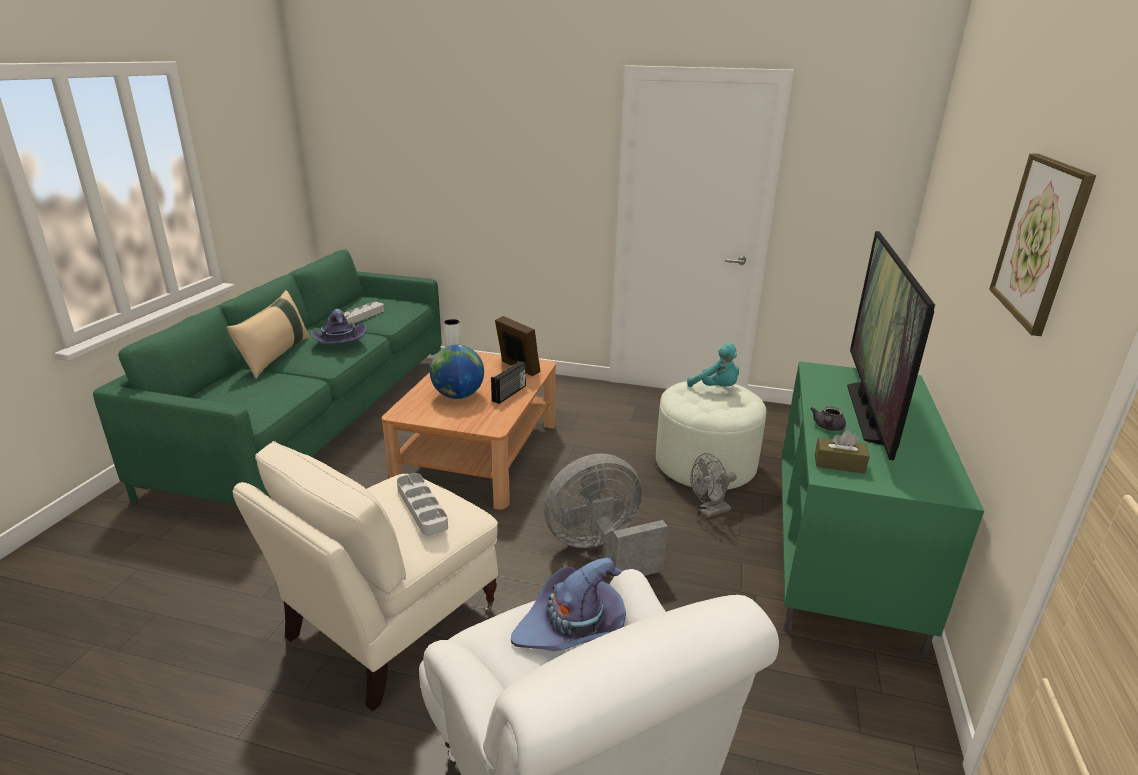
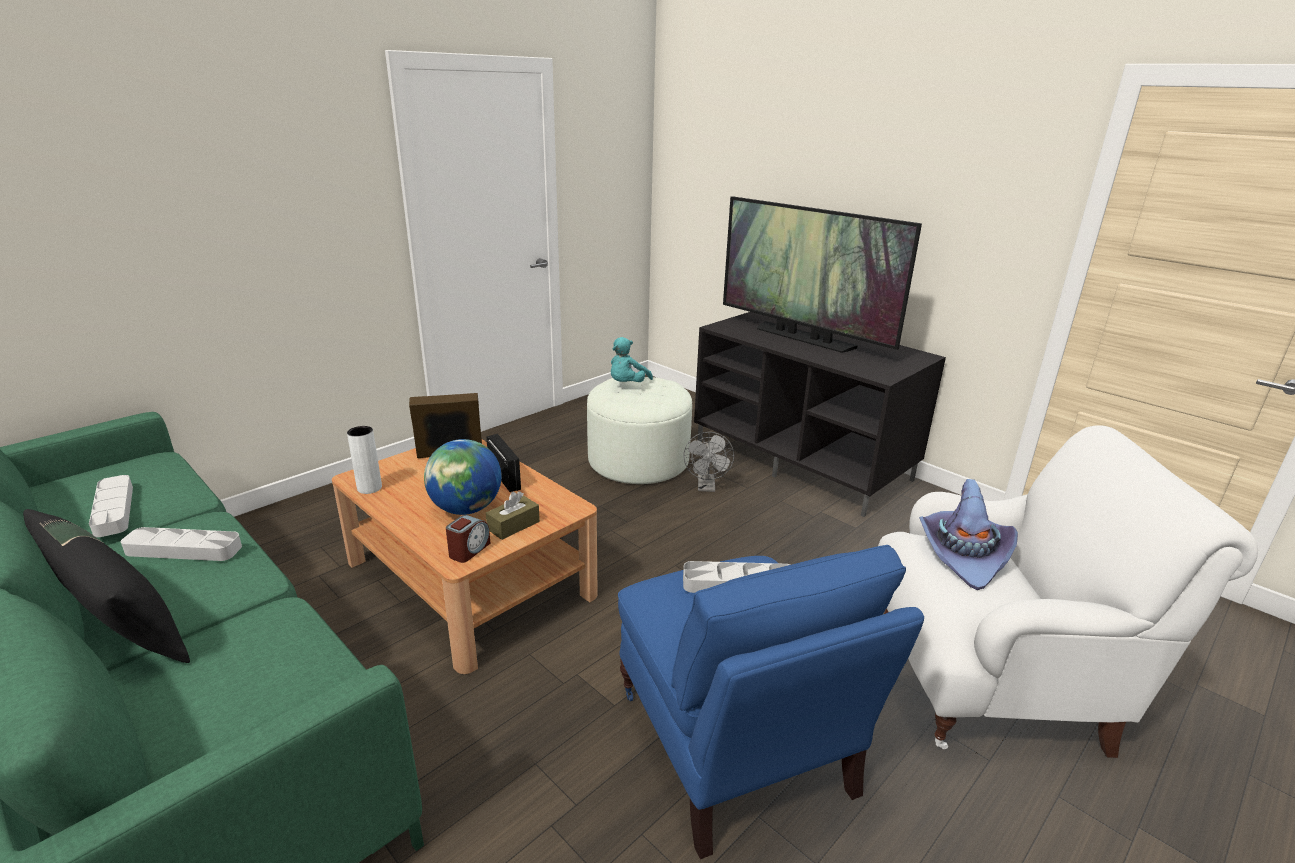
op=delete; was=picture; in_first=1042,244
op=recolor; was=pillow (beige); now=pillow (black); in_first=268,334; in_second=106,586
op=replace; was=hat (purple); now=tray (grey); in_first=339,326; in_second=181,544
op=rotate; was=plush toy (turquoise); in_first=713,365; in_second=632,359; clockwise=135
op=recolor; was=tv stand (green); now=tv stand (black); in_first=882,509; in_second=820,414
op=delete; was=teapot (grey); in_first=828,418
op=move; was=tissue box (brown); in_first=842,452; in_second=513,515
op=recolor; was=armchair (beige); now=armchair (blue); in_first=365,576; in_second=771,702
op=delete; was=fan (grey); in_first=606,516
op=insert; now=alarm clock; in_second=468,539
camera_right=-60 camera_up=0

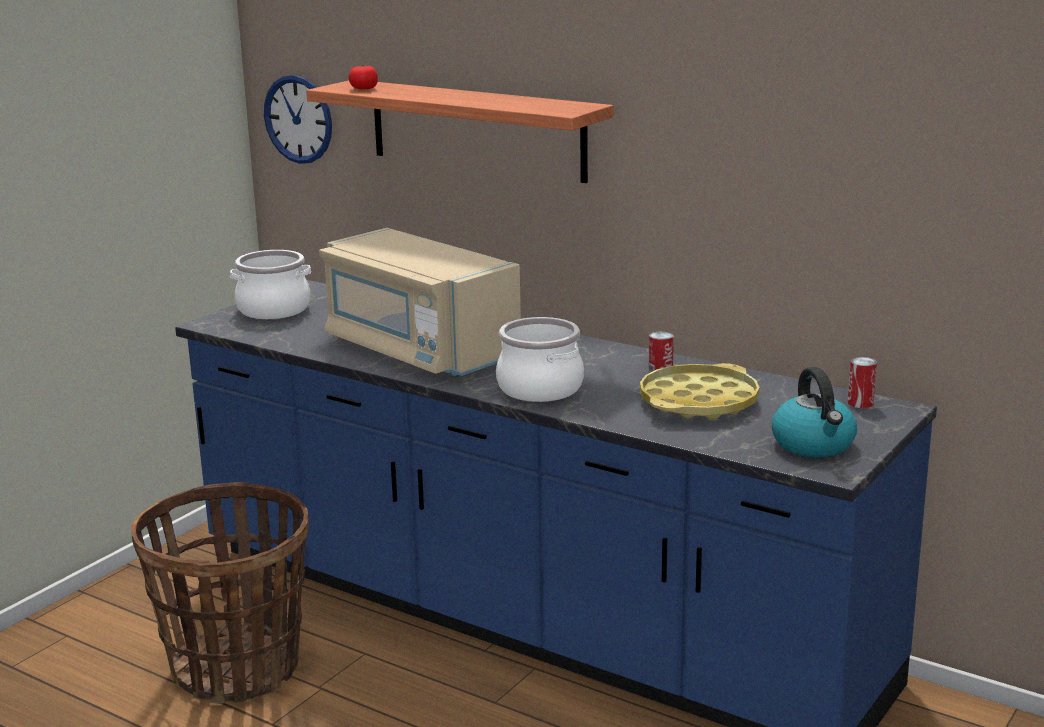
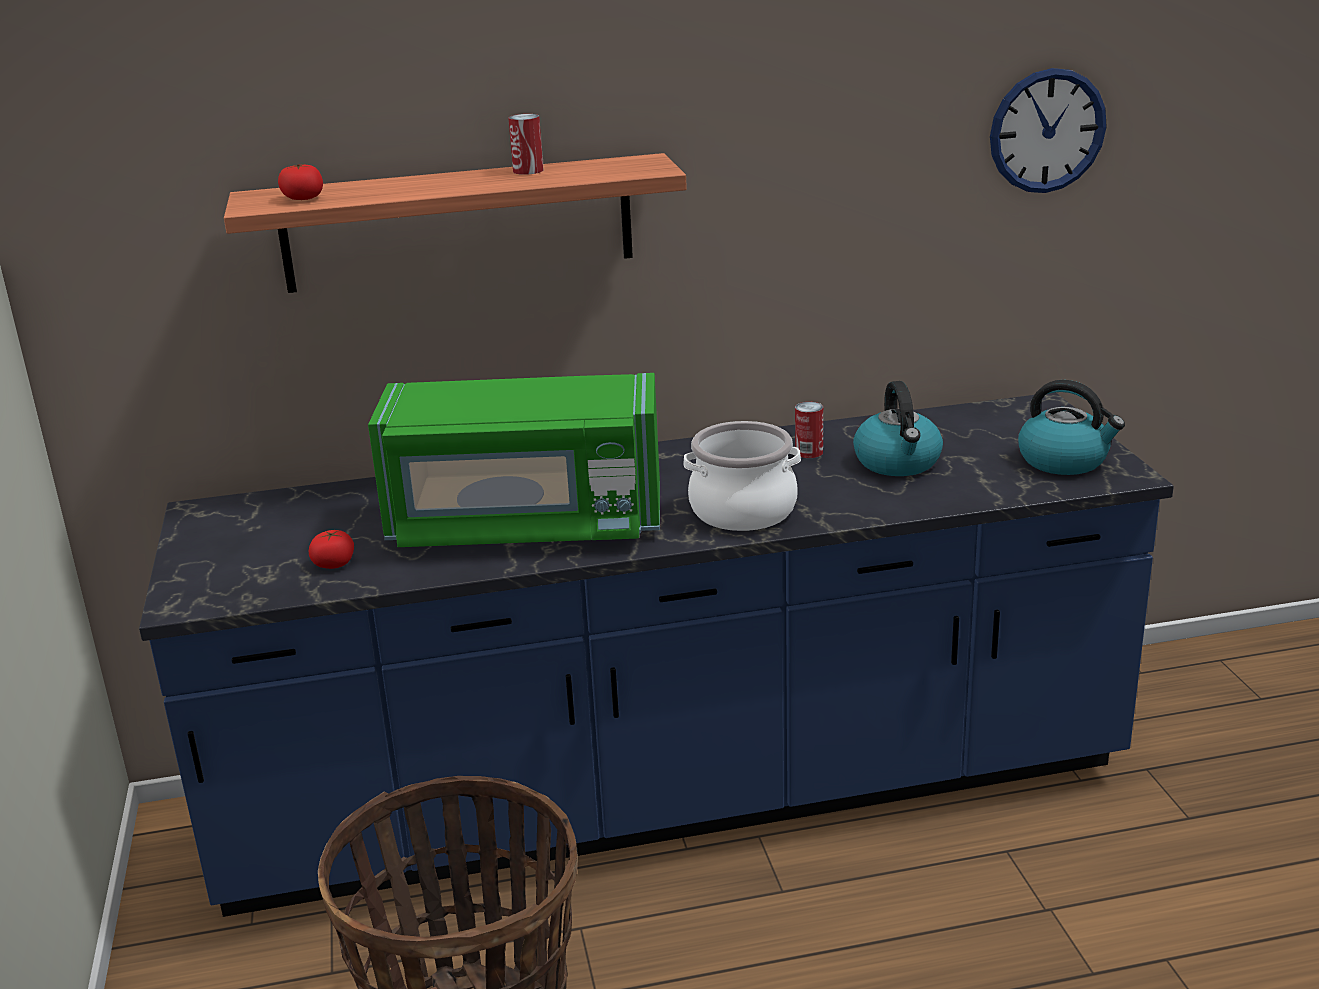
op=move; was=wall clock; in_first=298,119; in_second=1048,130
op=recolor; was=microwave (beige); now=microwave (green); in_first=420,302; in_second=514,460
op=delete; was=cooking pot; in_first=270,284
op=move; was=can; in_first=862,382; in_second=526,144
op=replace; was=tray (yellow); now=kettle; in_first=700,391; in_second=898,428
op=insert; now=tomato; in_second=331,549
camera_right=-45 camera_up=5

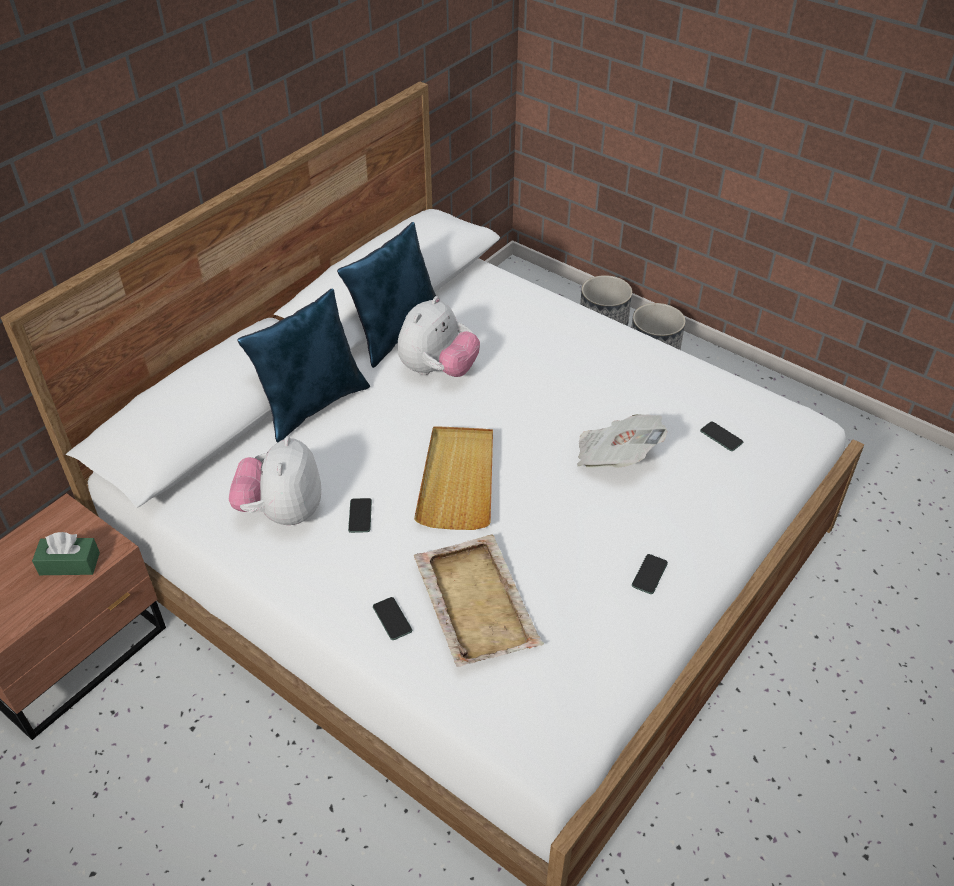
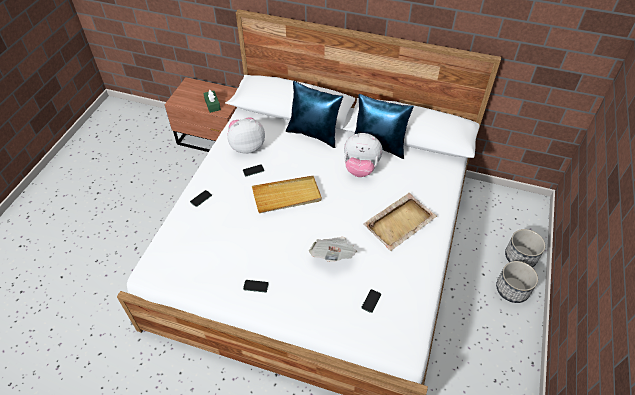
op=move; was=tray (beige); in_first=478,601; in_second=400,222
camera_right=70 camera_up=5

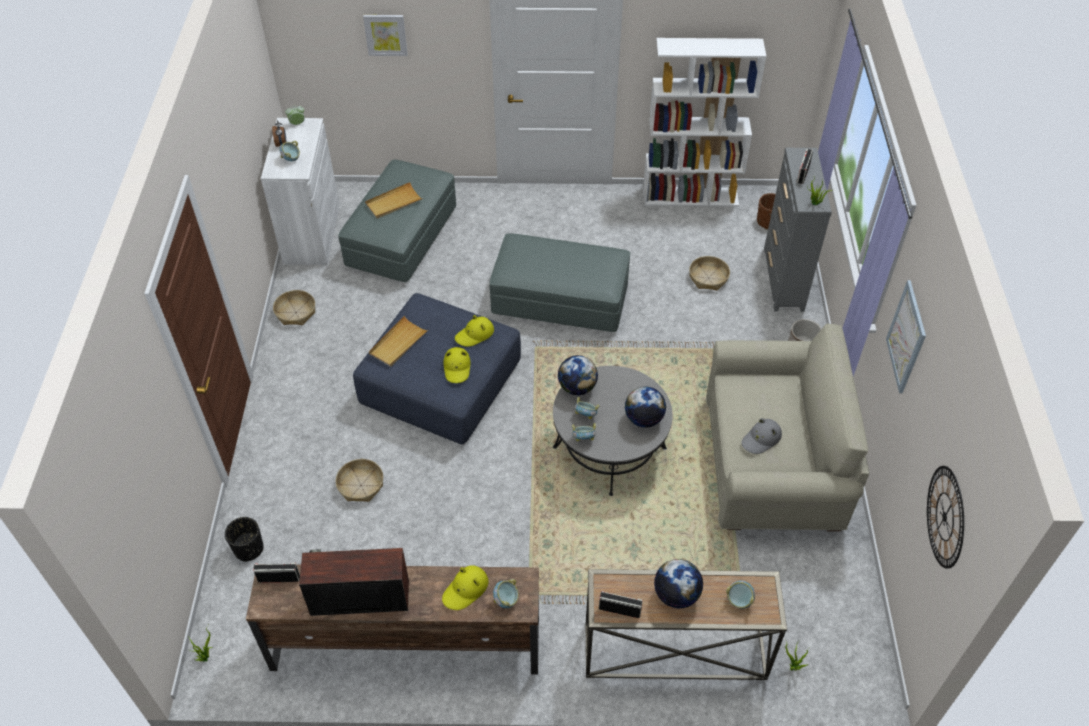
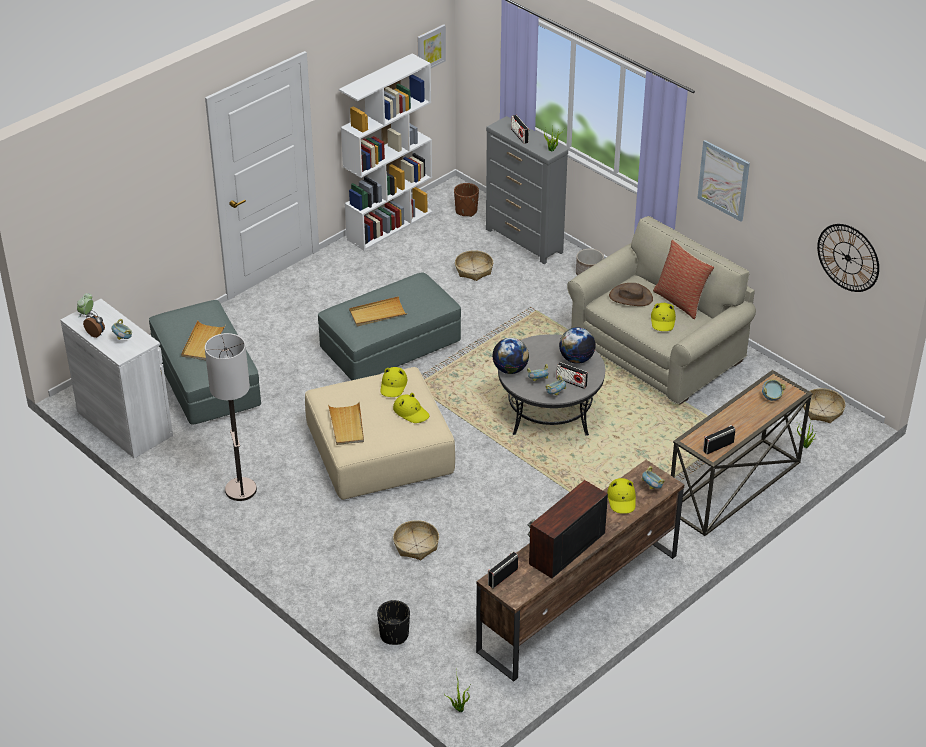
op=move; was=picture; in_first=385,35; in_second=432,46
op=move; was=basket; in_first=294,307; in_second=824,405
op=recolor; was=ottoman (blue); now=ottoman (beige); in_first=437,369; in_second=380,433
op=recolor; was=hat (grey); now=hat (yellow); in_first=761,436; in_second=663,317
op=delete; was=globe; in_first=678,583
op=insert; now=pillow; in_second=683,279
op=insert; now=hat (brown); in_second=631,294
op=insert; now=tray (beige); in_second=378,311
op=insert; now=floor lamp; in_second=231,417
op=insert; now=radio; in_second=572,375
camera_right=-45 camera_up=-10

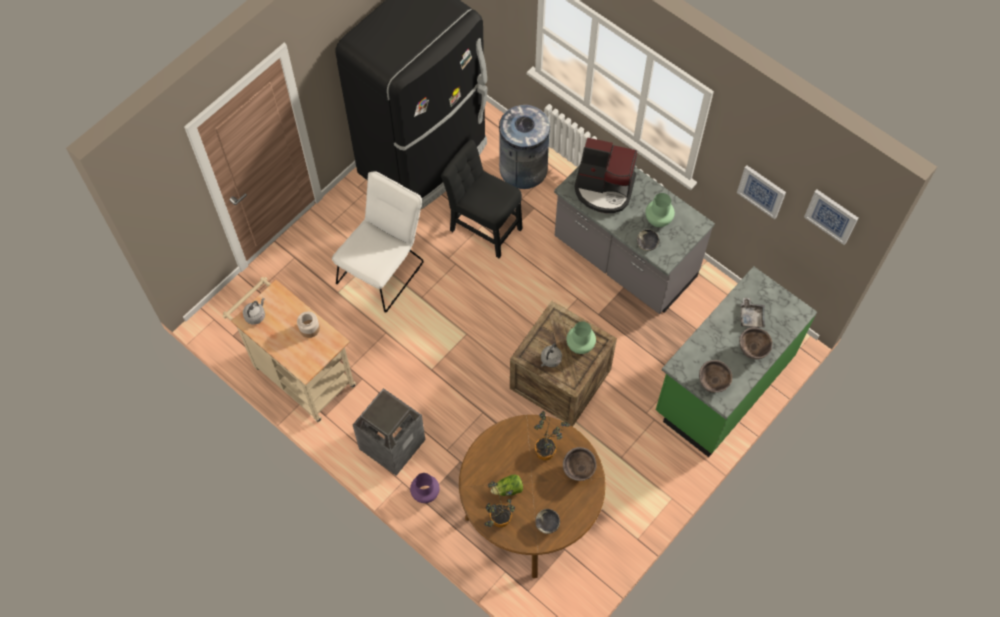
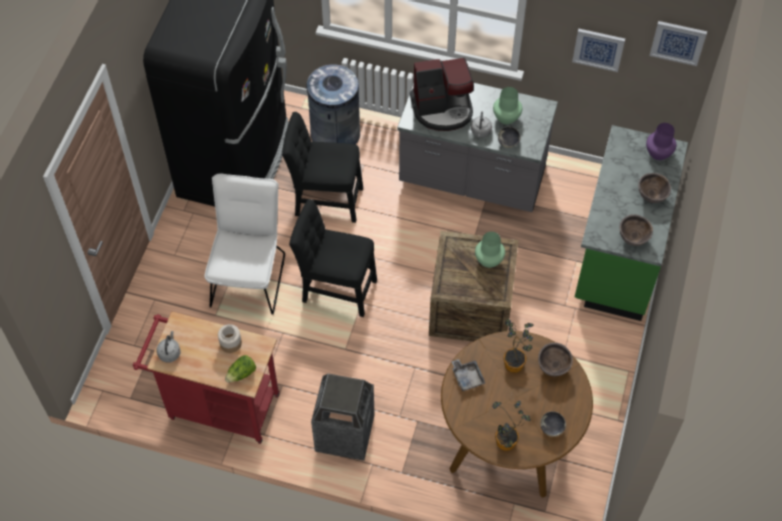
op=recolor; was=cart (beige); now=cart (red); in_first=289,349; in_second=206,378
op=move; was=tray (grey); in_first=752,313; in_second=468,375
op=move; was=kettle (grey); in_first=551,355; in_second=481,124
op=move; was=vase (purple); in_first=425,488; in_second=661,141
op=move; was=lettuce; in_first=507,485; in_second=240,368
op=insert; now=chair (black); in_second=333,258
camera_right=-25 camera_up=-5

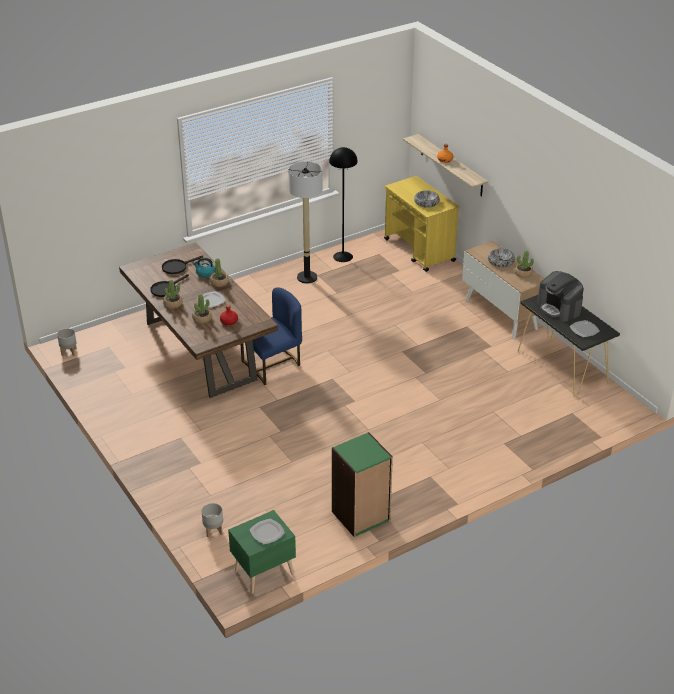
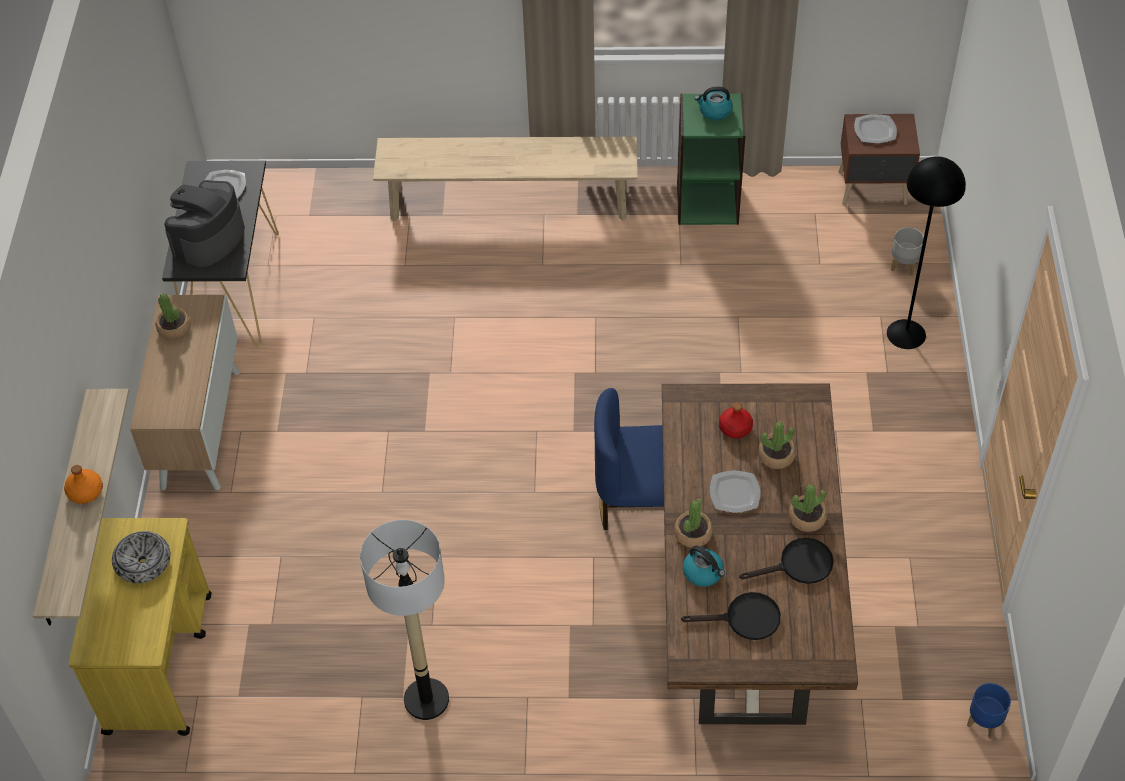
op=move; was=floor lamp (black); in_first=343,204; in_second=926,252
op=delete; was=bowl; in_first=501,258
op=rotate; was=coffee machine; in_first=560,296; in_second=205,223; clockwise=-150
op=recolor; was=planter (grey); now=planter (blue); in_first=67,342; in_second=989,711
op=recolor; was=nightstand (green); now=nightstand (brown); in_first=262,552; in_second=879,159
op=insert; now=kettle; in_second=714,103
op=insert; now=bench (beige); in_second=505,179
camera_right=-145 camera_up=15

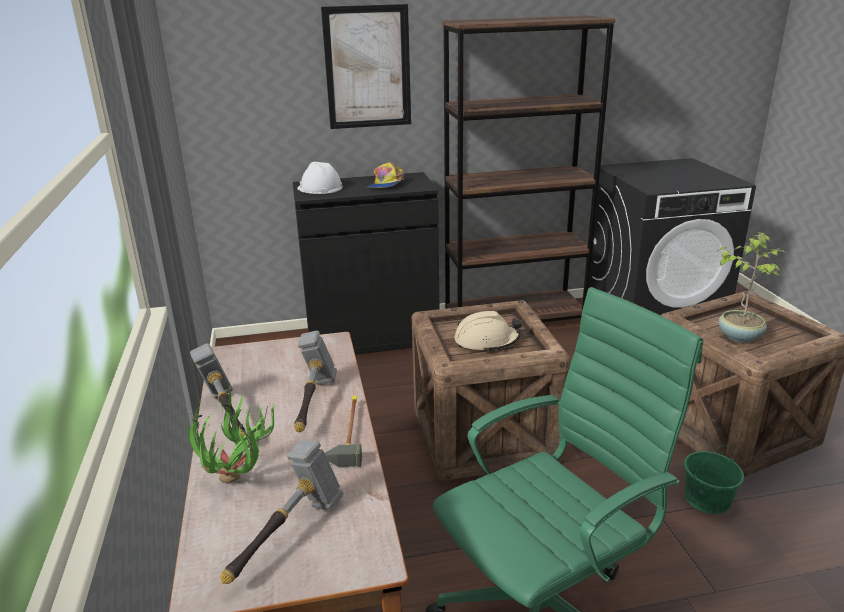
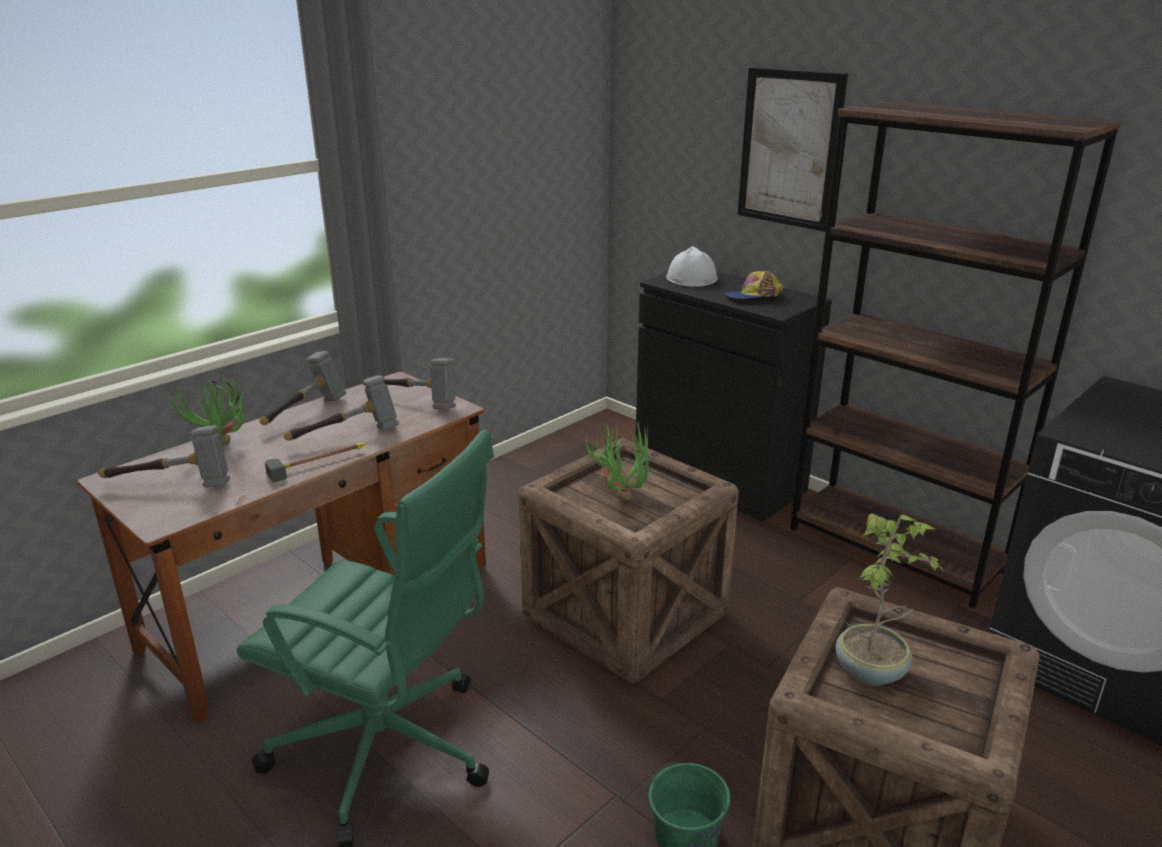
op=replace; was=hard hat (beige); now=potted plant; in_first=488,332; in_second=615,461
op=insert; now=hammer; in_second=411,383
camera_right=55 camera_up=0

